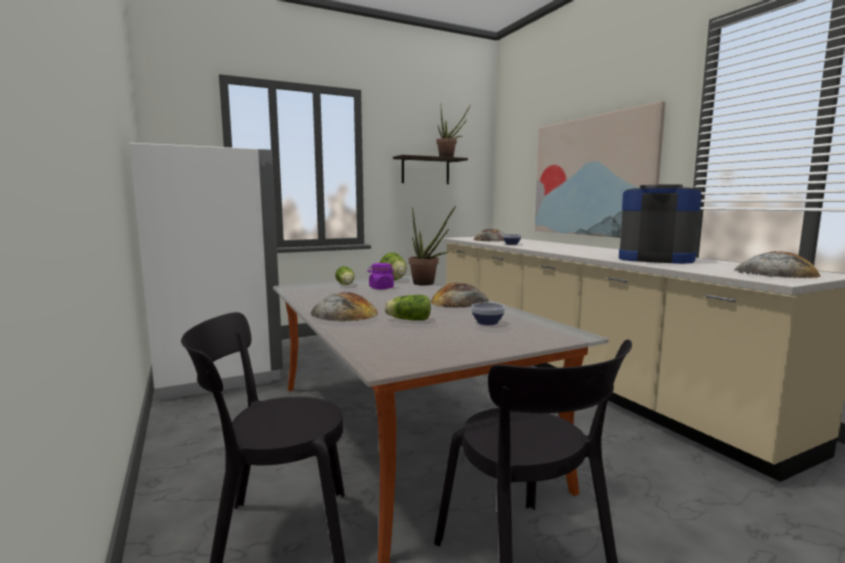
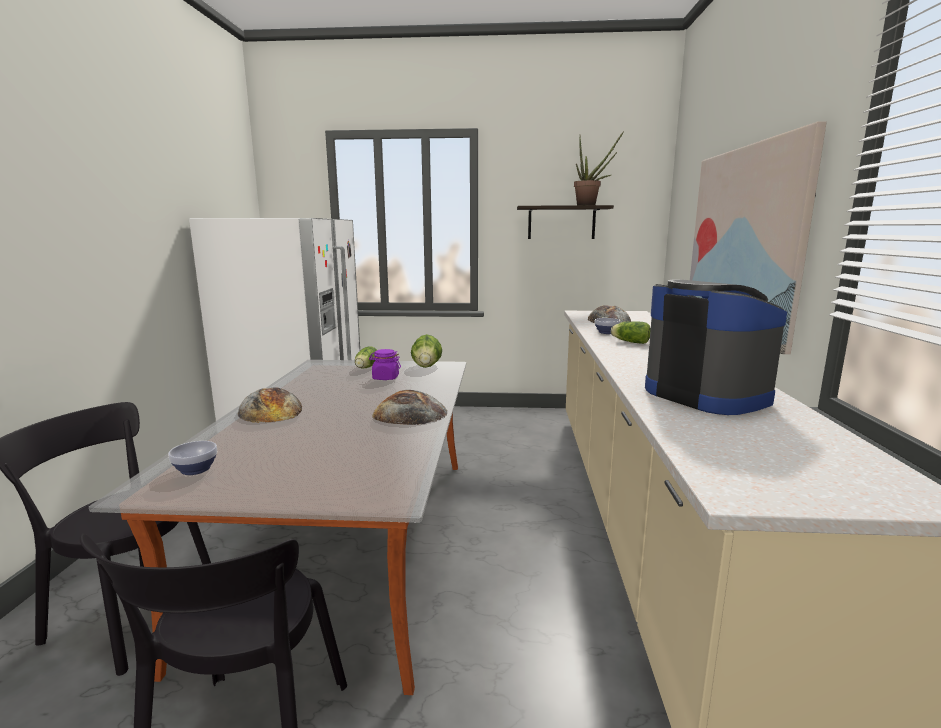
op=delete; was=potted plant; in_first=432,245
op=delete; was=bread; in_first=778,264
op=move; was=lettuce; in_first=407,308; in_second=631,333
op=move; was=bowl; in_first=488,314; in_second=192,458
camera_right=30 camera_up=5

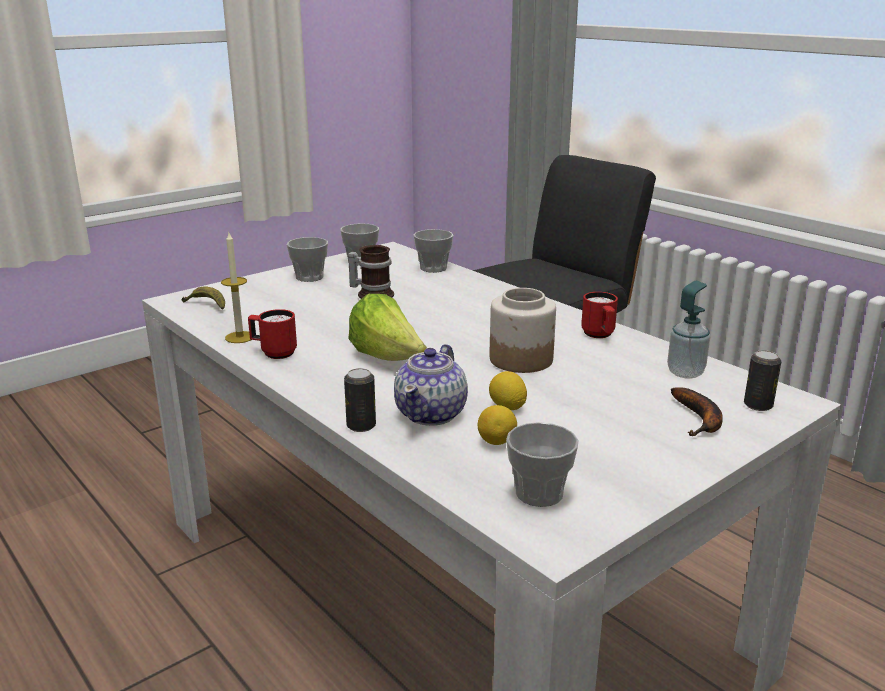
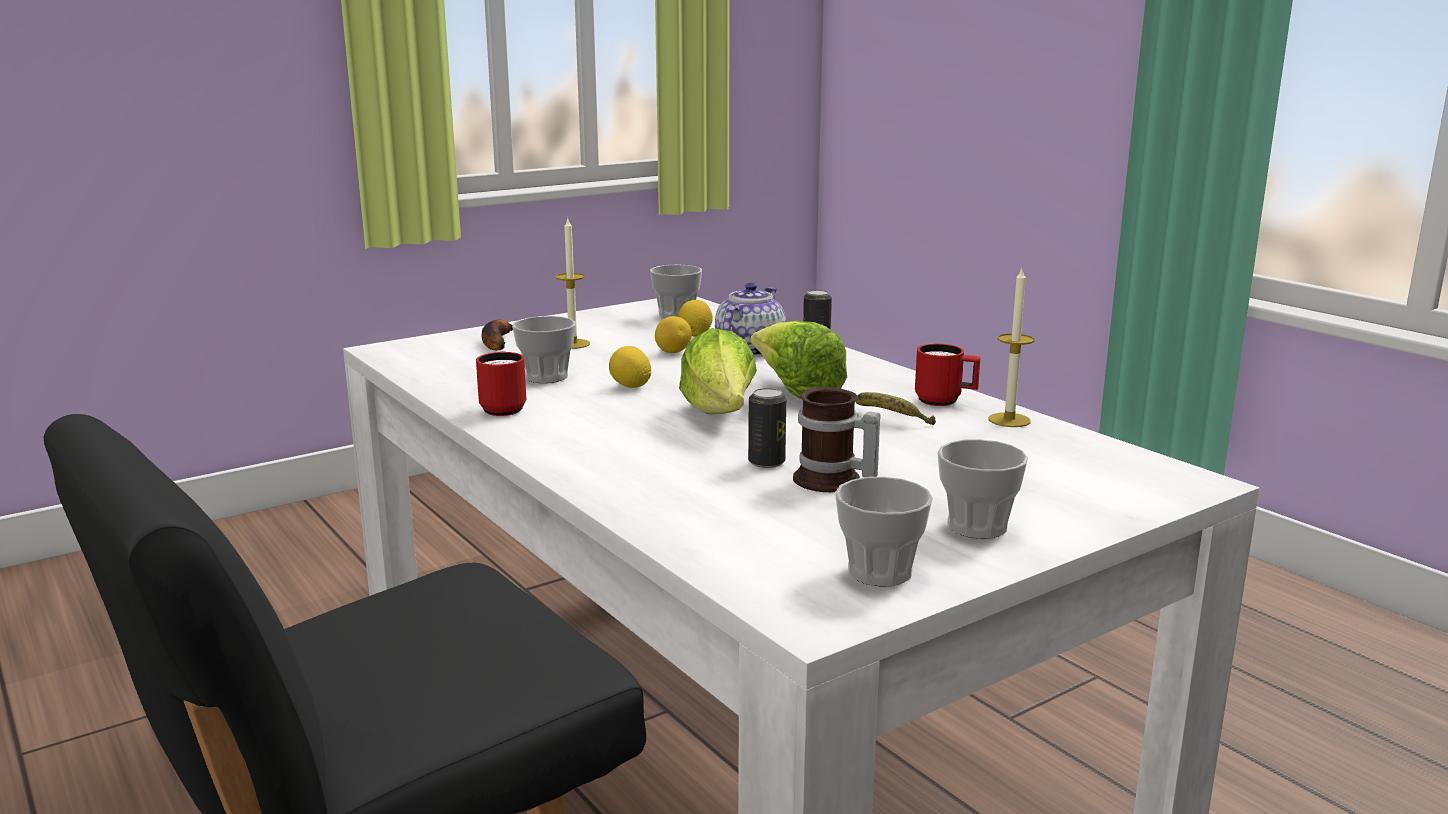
op=move; was=cup; in_first=433,251; in_second=543,349
op=delete; was=soap dispenser; in_first=688,330
op=move; was=banana; in_first=203,298; in_second=895,408
op=replace; was=jar; now=lemon; in_first=522,330; in_second=630,367
op=move; was=can; in_first=763,380; in_second=767,428
op=insert; now=candle; in_second=573,284
op=insert; now=lettuce; in_second=718,371
camera_right=-175 camera_up=-5

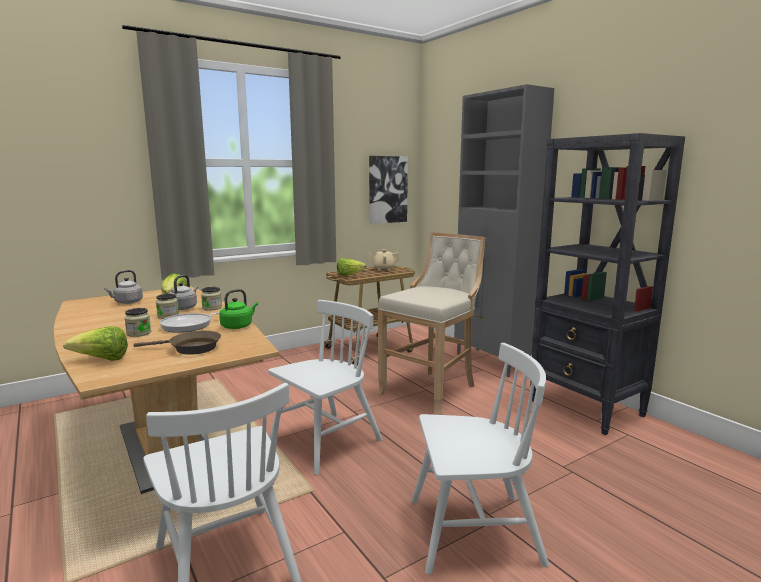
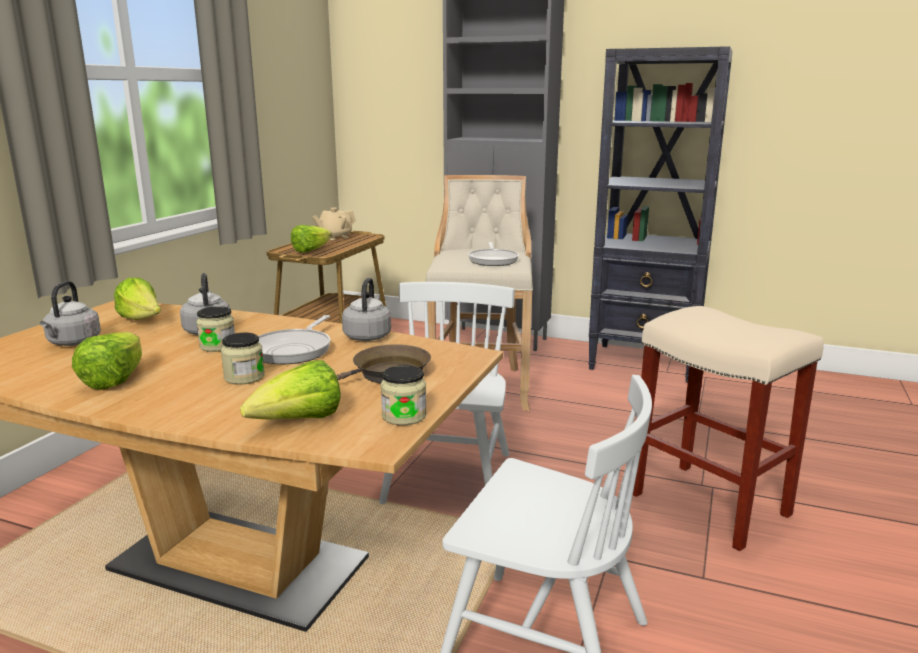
op=delete; was=picture; in_first=388,190
op=move; was=jar; in_first=211,299; in_second=404,395
op=recolor; was=kettle (green); now=kettle (grey); in_first=238,309; in_second=366,309
op=replace; was=chair (white); now=stool (beige); in_first=480,458; in_second=728,428
op=insert; now=frying pan; in_second=493,254
op=insert; now=lettuce; in_second=107,361
camera_right=-35 camera_up=5

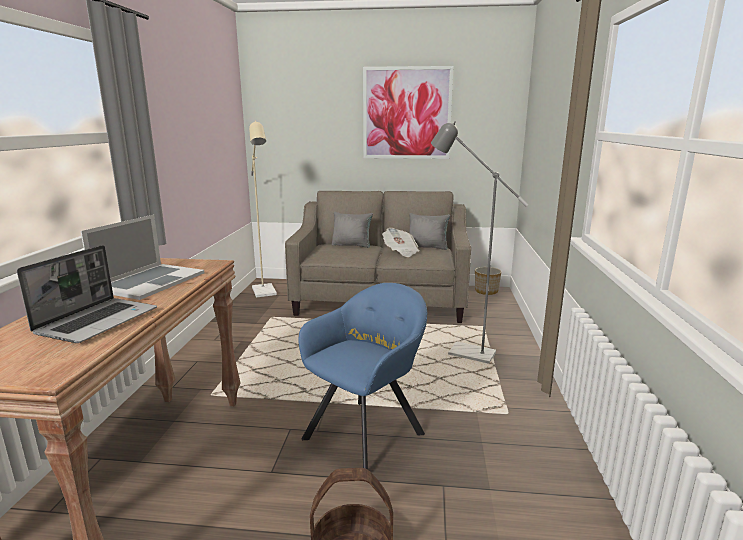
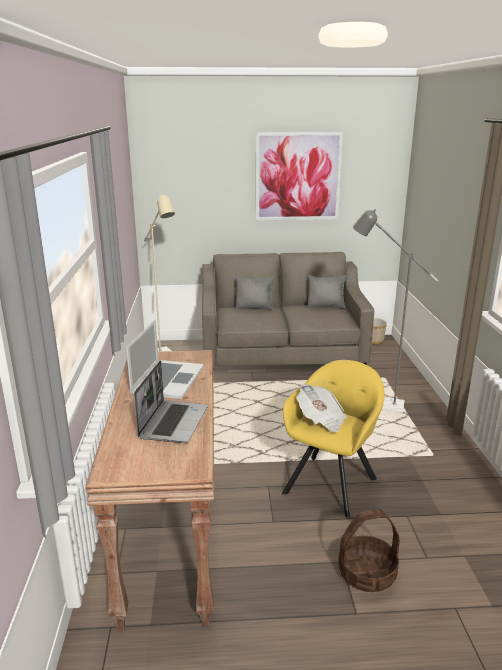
op=move; was=newspaper; in_first=401,242; in_second=321,408
op=recolor; was=armchair (blue); now=armchair (yellow); in_first=362,376; in_second=333,439
camera_right=-10 camera_up=5

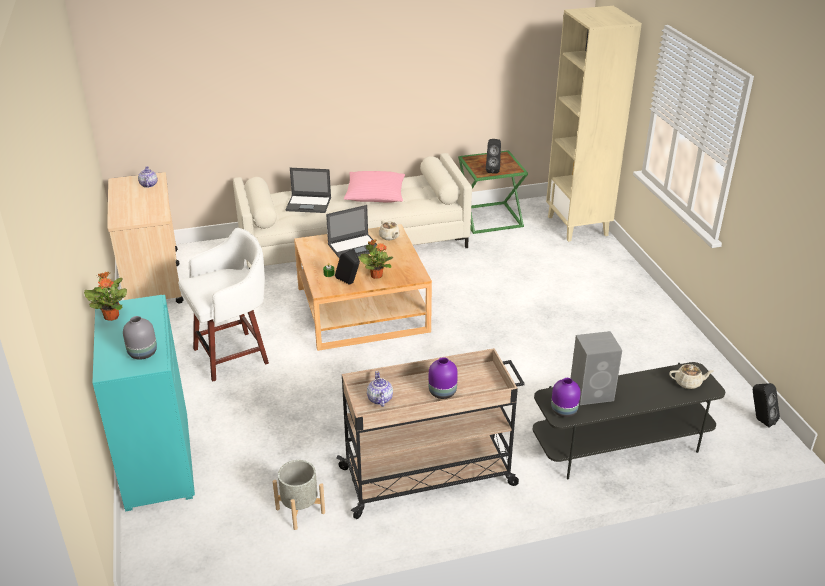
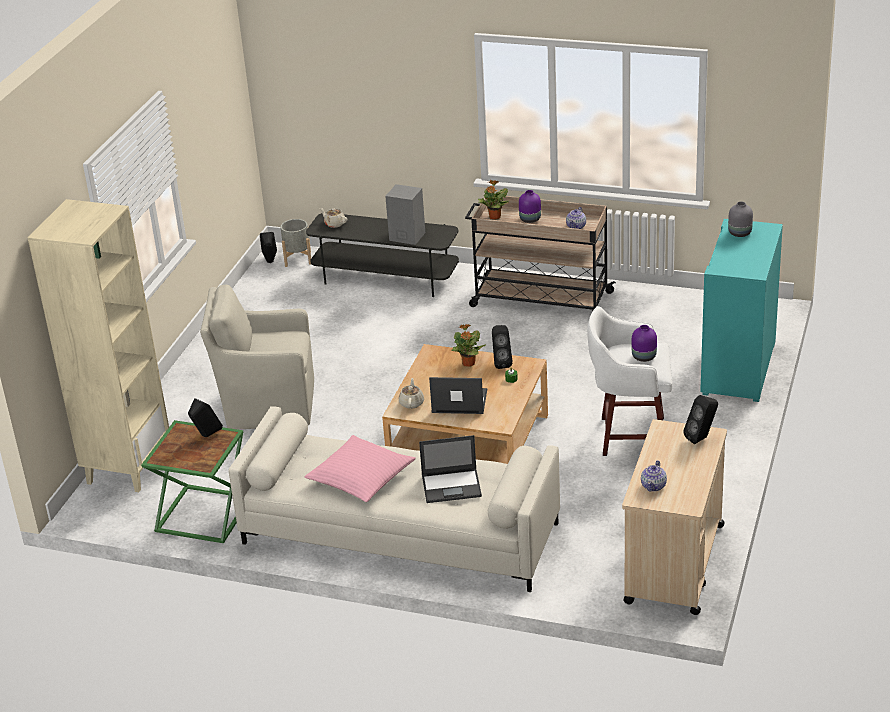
op=rotate; was=laptop; in_first=308,190; in_second=450,469; clockwise=135
op=move; was=potted plant; in_first=105,296; in_second=493,200
op=move; was=vase (purple); in_first=566,397; in_second=644,343
op=move; was=planter (grey); in_first=299,495; in_second=296,243
op=insert; now=armchair (beige); in_second=257,356
op=insert; now=speaker (black); in_second=700,419
camera_right=-145 camera_up=0

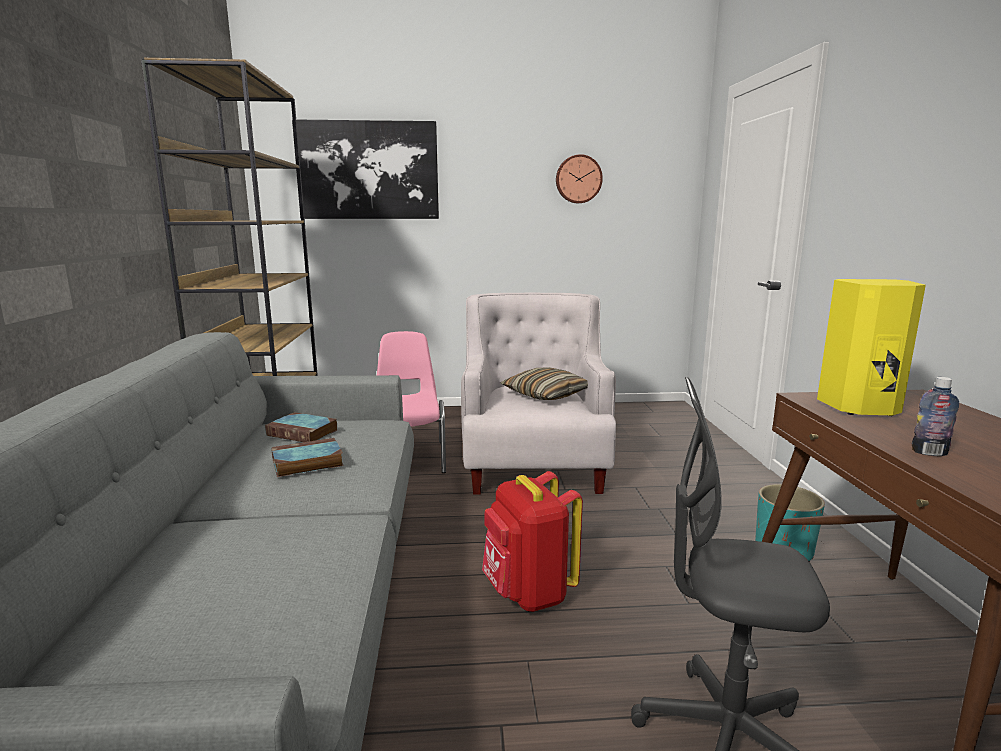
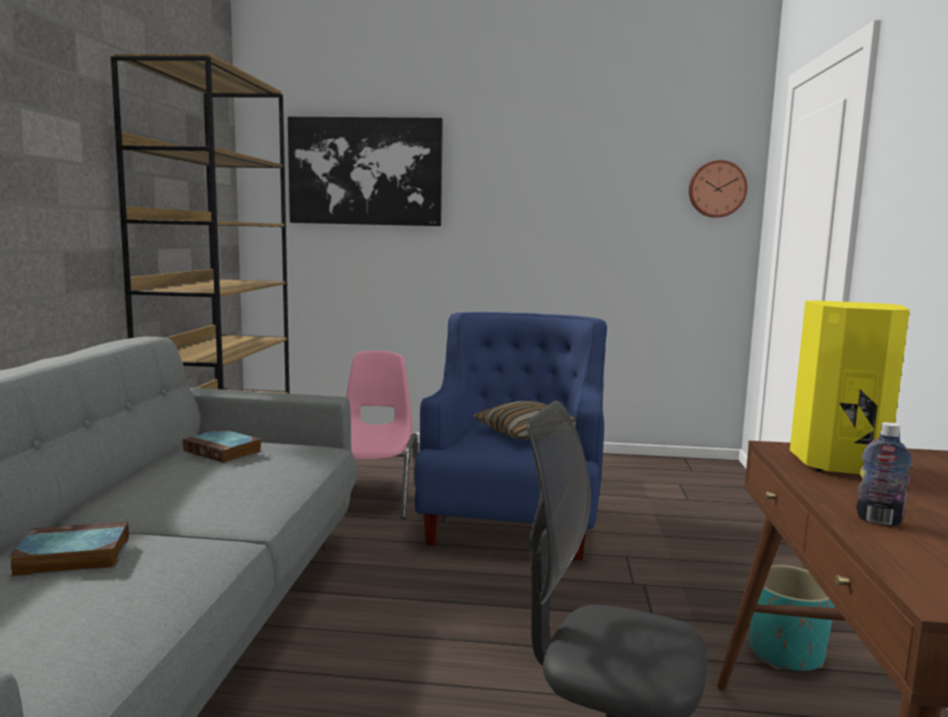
op=move; was=wall clock; in_first=579,178; in_second=718,189
op=recolor; was=armchair (white); now=armchair (blue); in_first=538,393; in_second=511,436
op=move; was=book; in_first=307,457; in_second=69,548
op=delete; was=backpack (red); in_first=532,541
camera_right=10 camera_up=-5

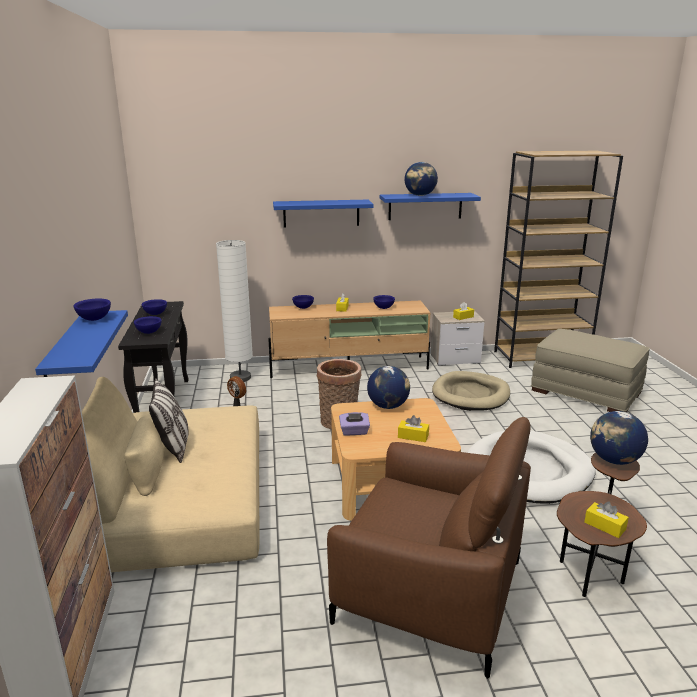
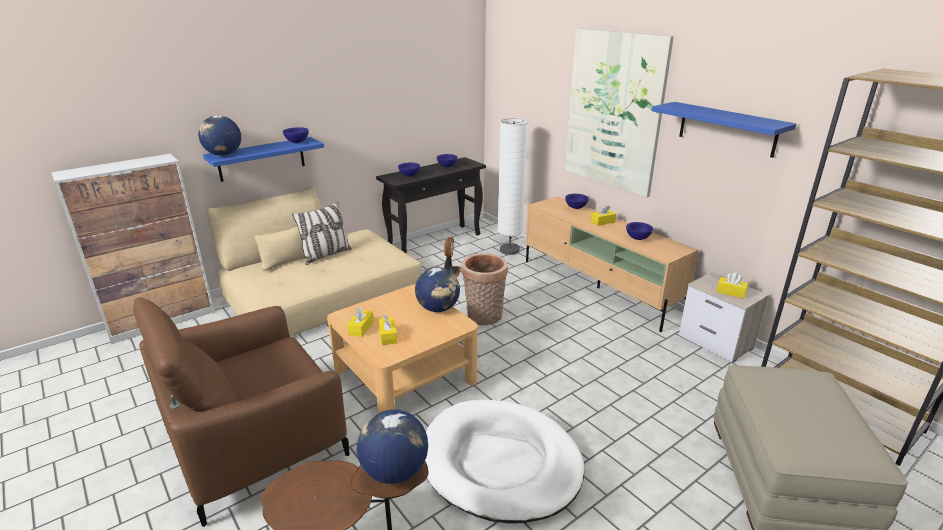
op=move; was=globe; in_first=421,179; in_second=219,135
op=replace; was=shelf (blue); now=picture; in_first=323,214; in_second=619,113
op=delete; was=dog bed (beige); in_first=471,391
op=delete; was=tissue box (purple); in_first=354,424
op=rotate; was=armchair (brown); in_first=429,548; in_second=241,412; clockwise=60
op=move; was=tissue box (yellow); in_first=606,519; in_second=360,322
camera_right=60 camera_up=5

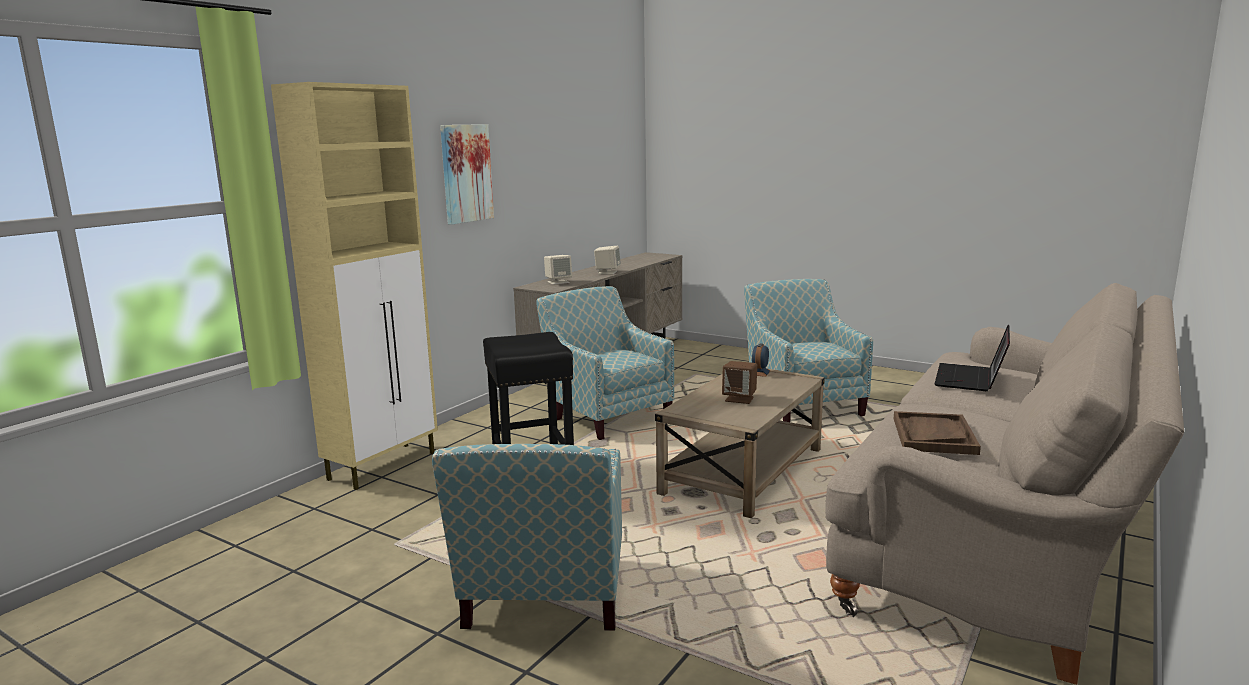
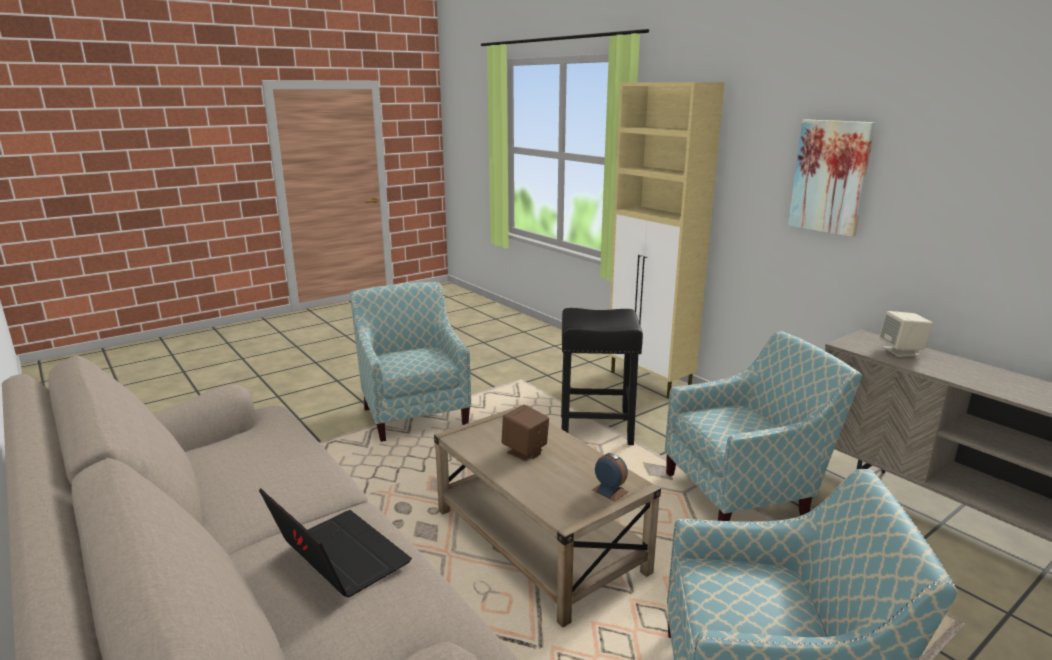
op=delete; was=speaker (beige); in_first=607,260
op=delete; was=tray (brown); in_first=937,433
op=rotate; was=armchair; in_first=527,537; in_second=410,362; clockwise=45
camera_right=110 camera_up=5

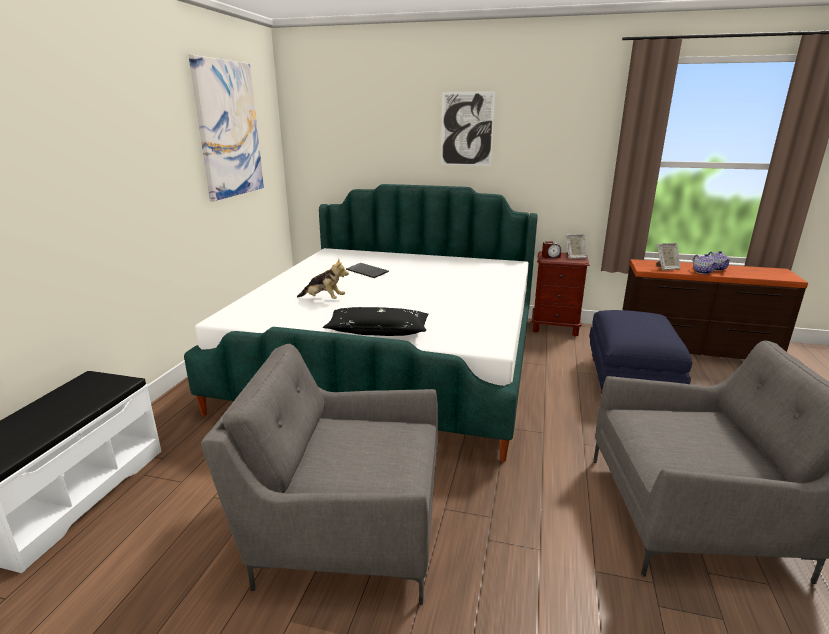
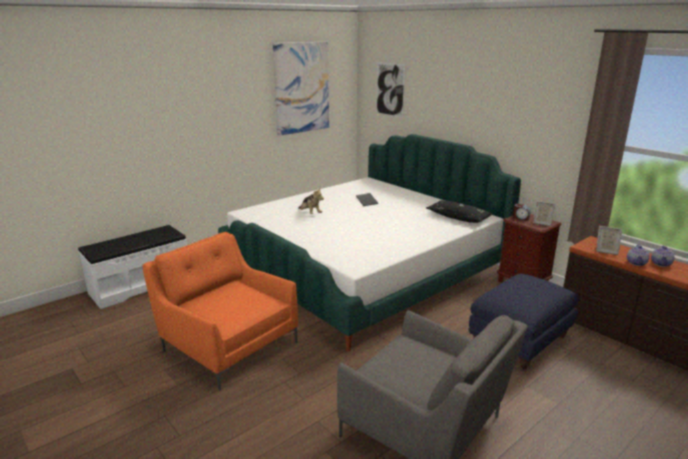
op=move; was=picture; in_first=468,128; in_second=390,90
op=move; was=pillow (black); in_first=376,321; in_second=459,211
op=recolor; was=armchair (grey); now=armchair (orange); in_first=319,474; in_second=220,311
camera_right=35 camera_up=0

